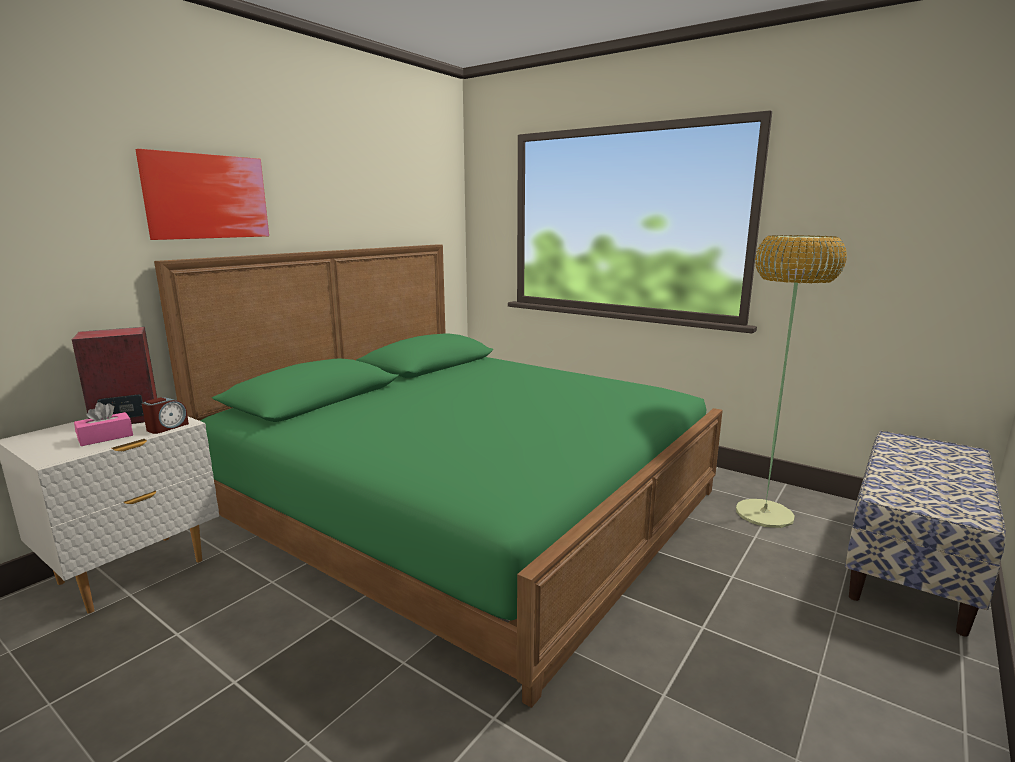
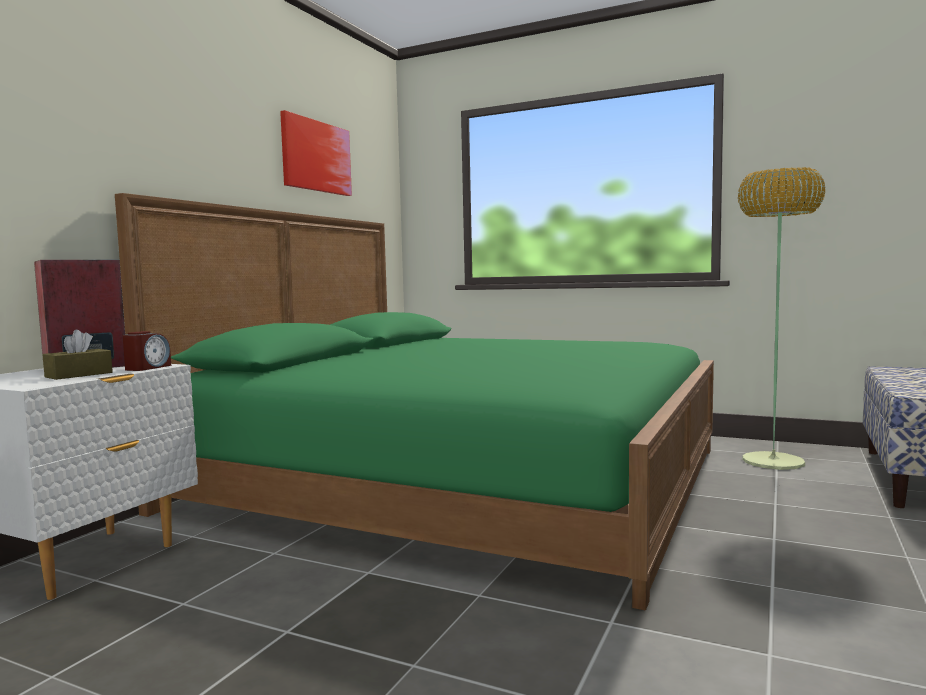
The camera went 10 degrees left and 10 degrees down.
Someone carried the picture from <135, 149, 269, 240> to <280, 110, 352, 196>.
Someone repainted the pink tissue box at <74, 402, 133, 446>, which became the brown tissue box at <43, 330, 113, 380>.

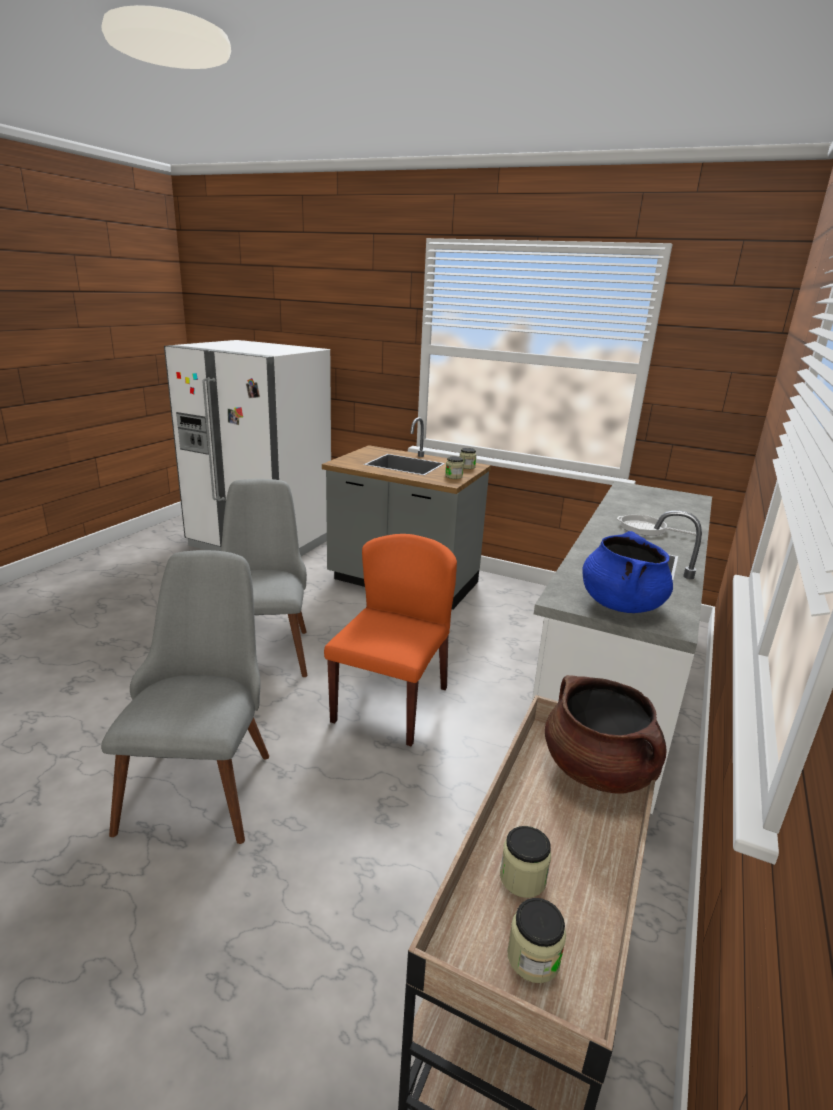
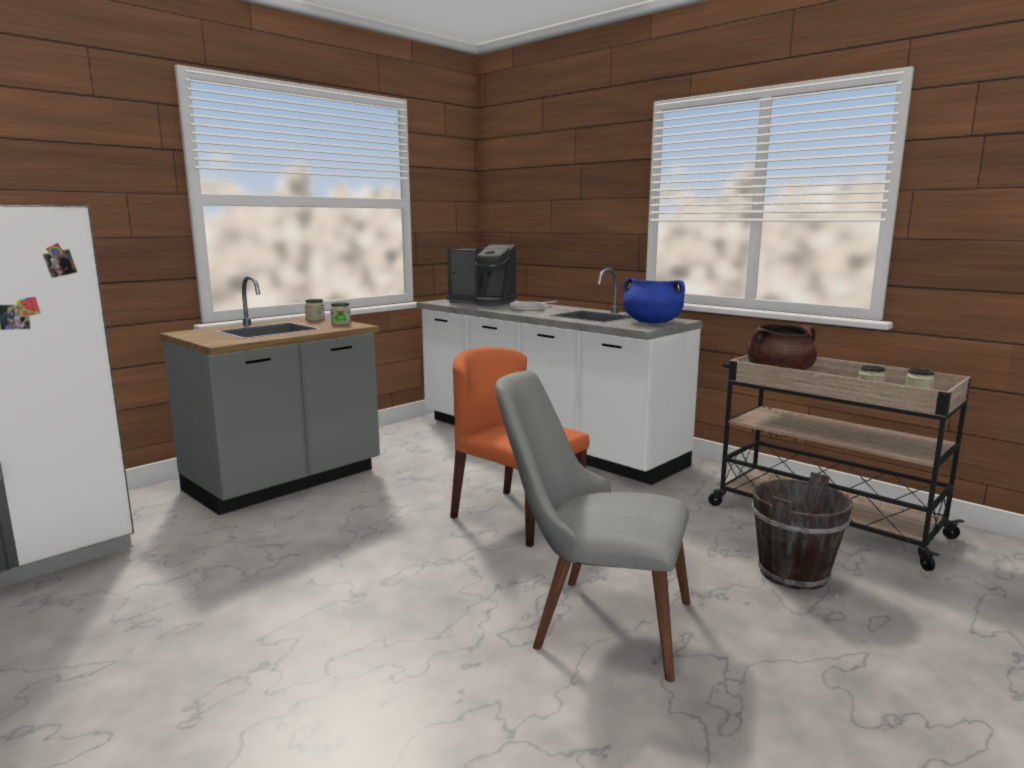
The camera went 70 degrees left and 10 degrees down.
Someone took away the grey chair at <221, 479, 308, 677>.
Someone put down the coffee machine at <446, 244, 517, 306>.
Someone put down the brown bucket at <752, 472, 853, 590>.

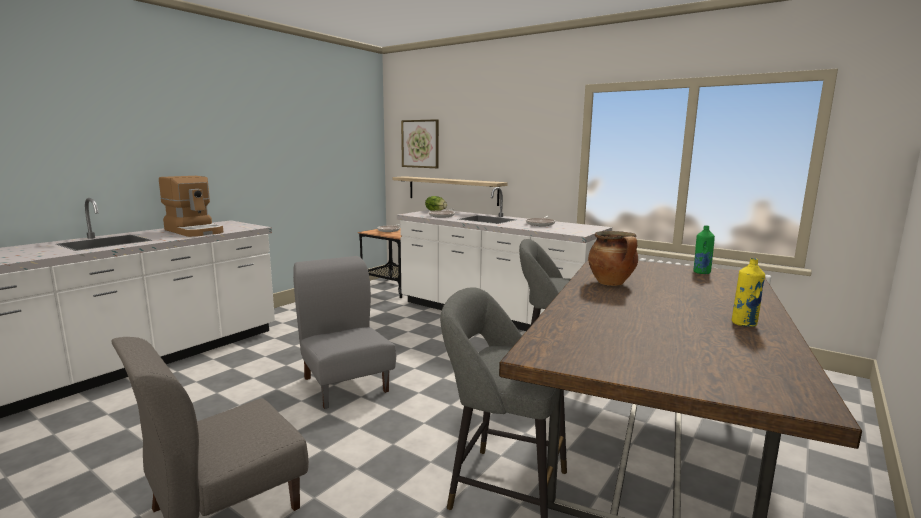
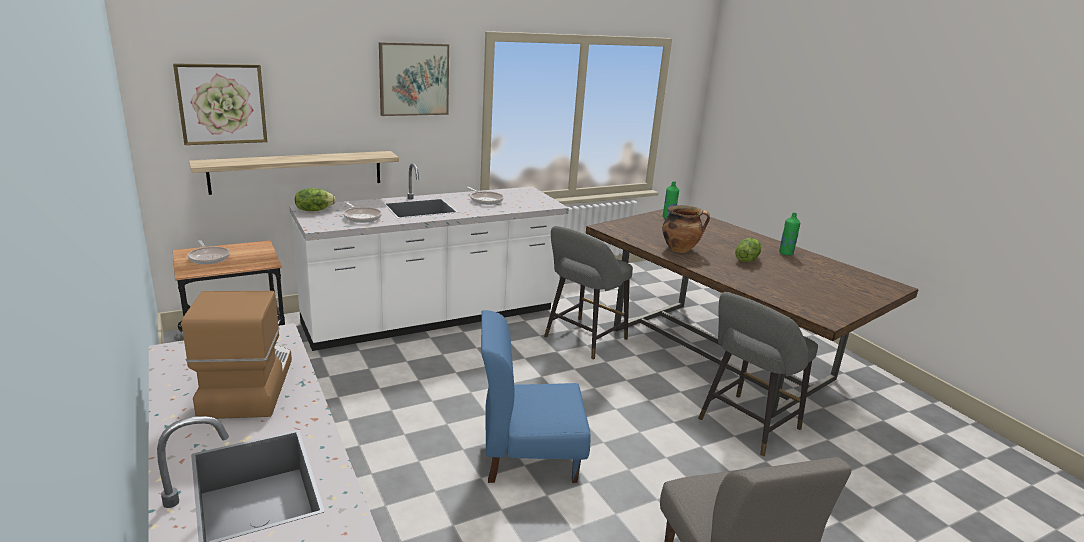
The camera went 65 degrees left and 10 degrees up.
Someone rotated the coffee machine at <159, 176, 223, 237> by 75 degrees counterclockwise.
Someone repainted the grey chair at <293, 256, 396, 409>, which became the blue chair at <481, 310, 591, 483>.
Someone repainted the yellow bottle at <732, 258, 765, 327>, which became the green bottle at <779, 212, 800, 255>.
Someone put up the picture at <379, 42, 449, 116>.
Someone put down the lettuce at <735, 238, 761, 262>.

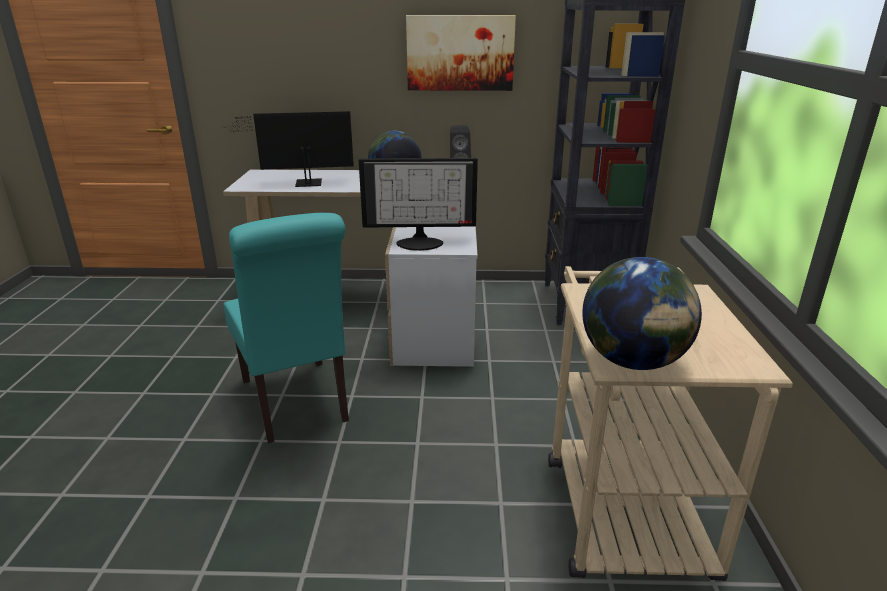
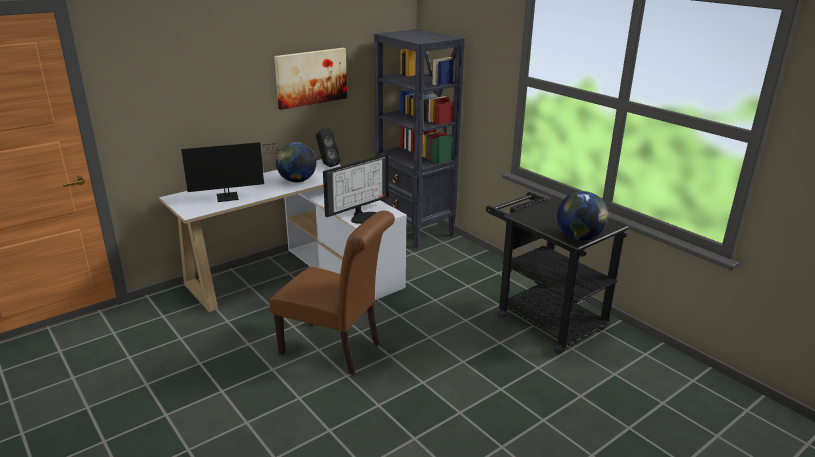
The camera went 40 degrees left and 0 degrees up.
Someone rotated the monitor at <226, 111, 354, 187> by 150 degrees counterclockwise.
Someone repainted the turquoise chair at <223, 213, 349, 443>, which became the brown chair at <269, 210, 395, 375>.
Someone repainted the beige cart at <548, 266, 793, 581>, which became the black cart at <486, 192, 629, 354>.

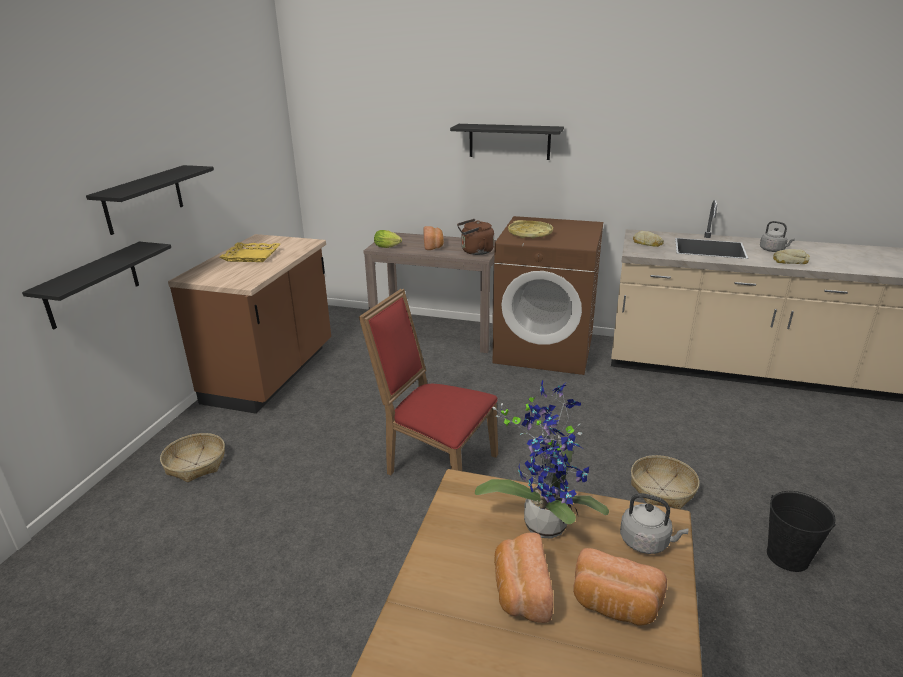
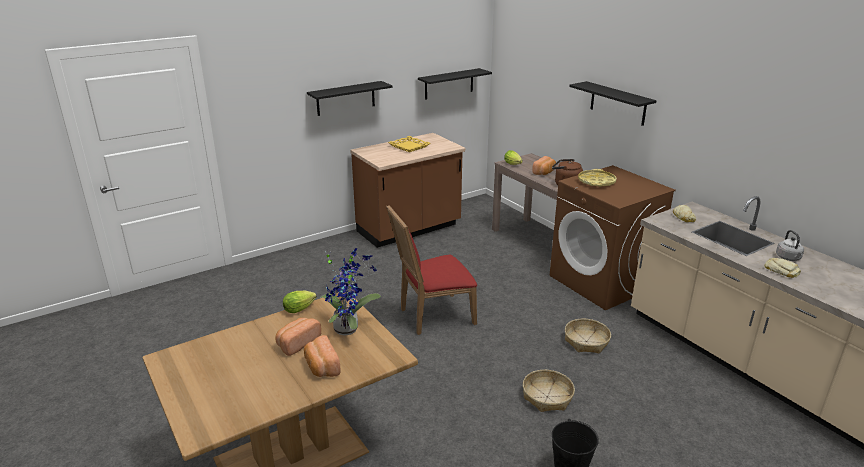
The camera went 40 degrees right and 0 degrees up.
Someone carried the black shelf from <22, 242, 171, 329> to <418, 68, 492, 100>.
Someone rotated the red chair at <359, 289, 498, 475> by 90 degrees counterclockwise.
Someone carried the basket from <160, 433, 225, 482> to <565, 319, 611, 353>.
Someone took away the grey kettle at <620, 493, 689, 554>.
Someone put down the lettuce at <283, 291, 317, 313>.

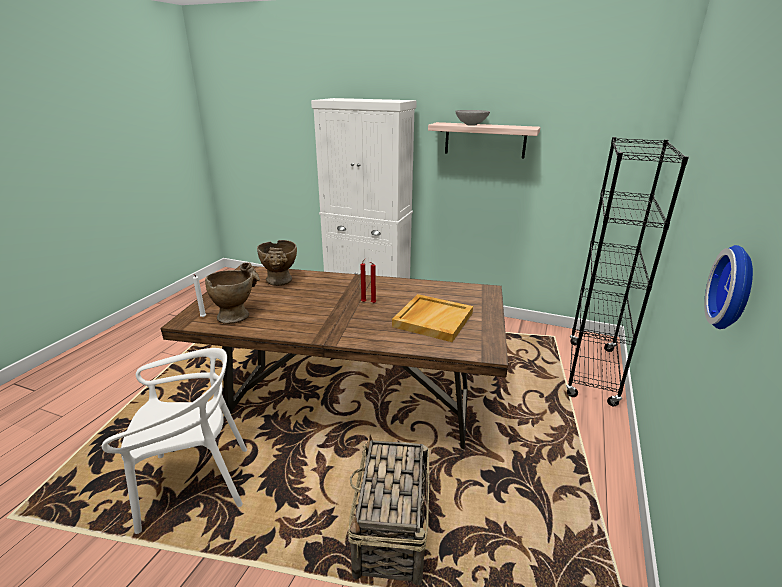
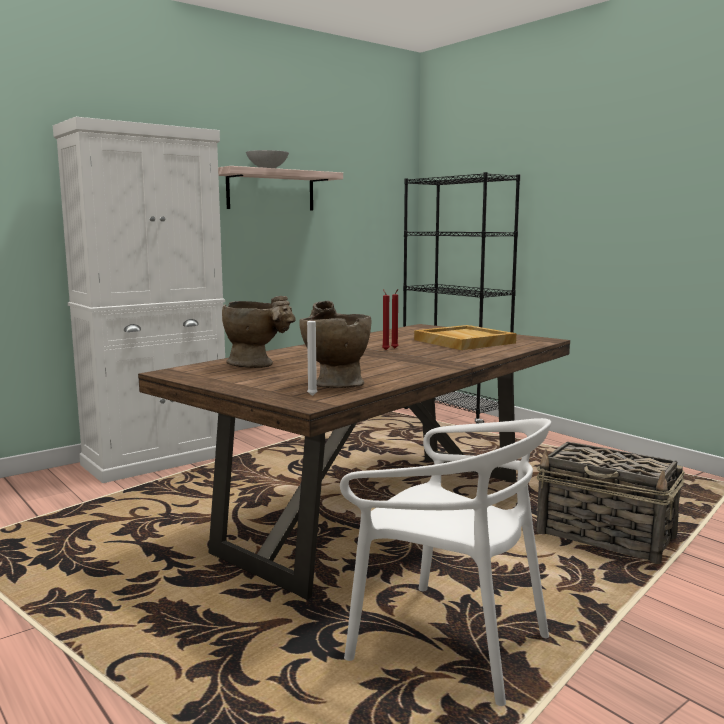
The camera went 60 degrees left and 15 degrees down.
Someone took away the wall clock at <704, 245, 753, 329>.
Someone rotated the white chair at <102, 348, 247, 534> by 105 degrees clockwise.

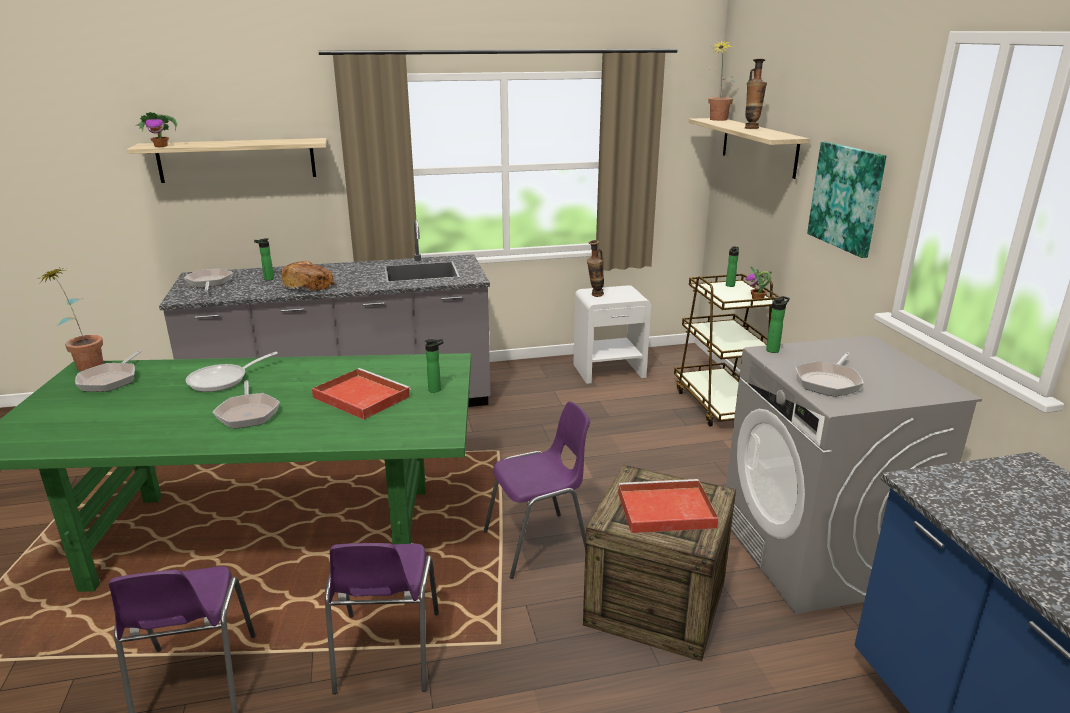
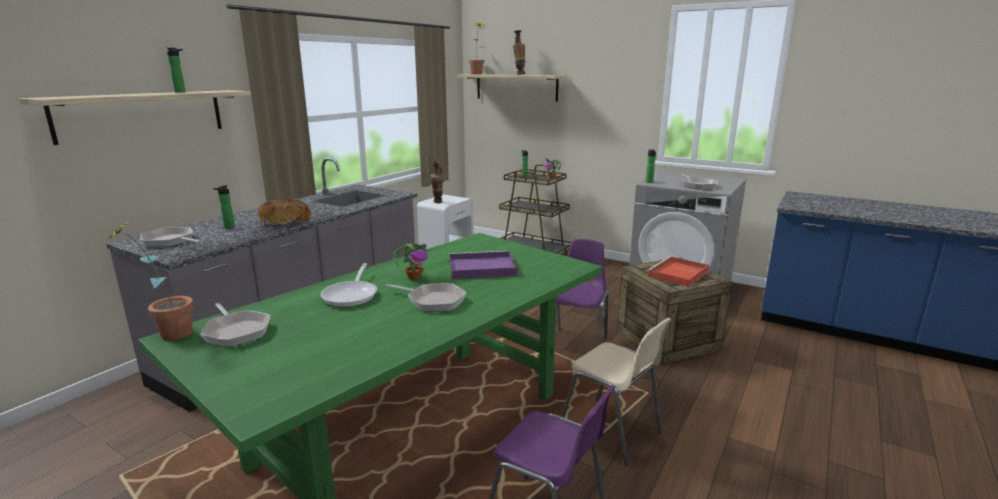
The camera went 45 degrees left and 5 degrees down.
Someone carried the potted plant from <136, 112, 177, 147> to <393, 243, 430, 280>.
Someone took away the picture at <807, 142, 886, 258>.
Someone carried the bottle from <425, 339, 443, 393> to <167, 48, 186, 92>.
Someone repainted the red tray at <312, 368, 411, 420>, which became the purple tray at <449, 251, 517, 279>.
Someone repainted the purple chair at <325, 543, 439, 694>, which became the beige chair at <561, 318, 671, 467>.

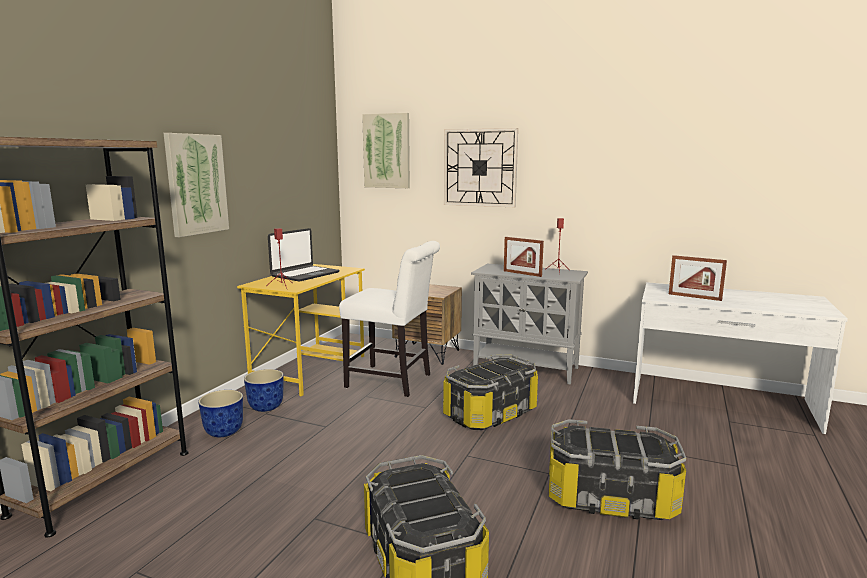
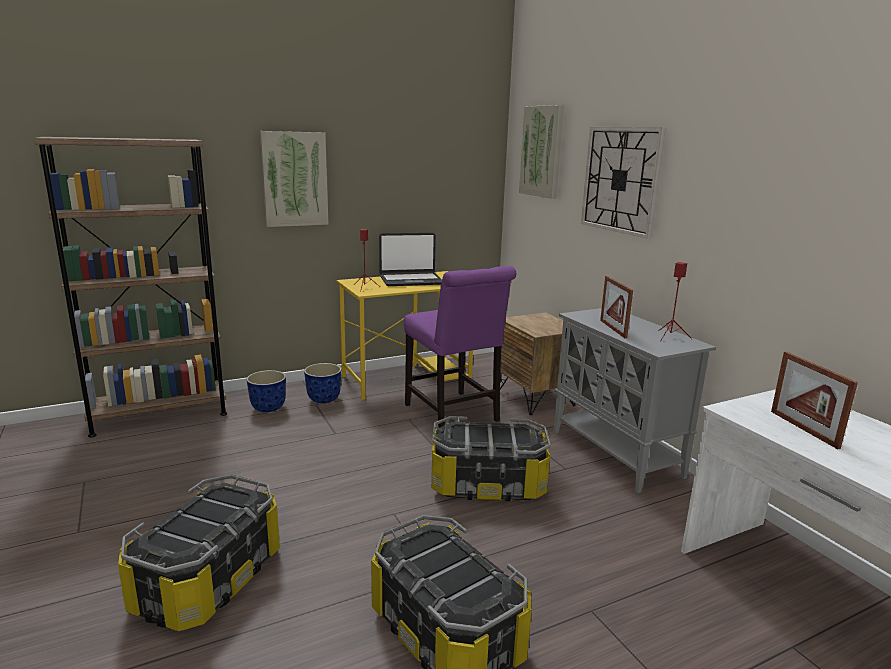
The camera went 40 degrees right and 5 degrees up.
Someone repainted the white chair at <339, 241, 440, 397>, which became the purple chair at <404, 266, 516, 428>.

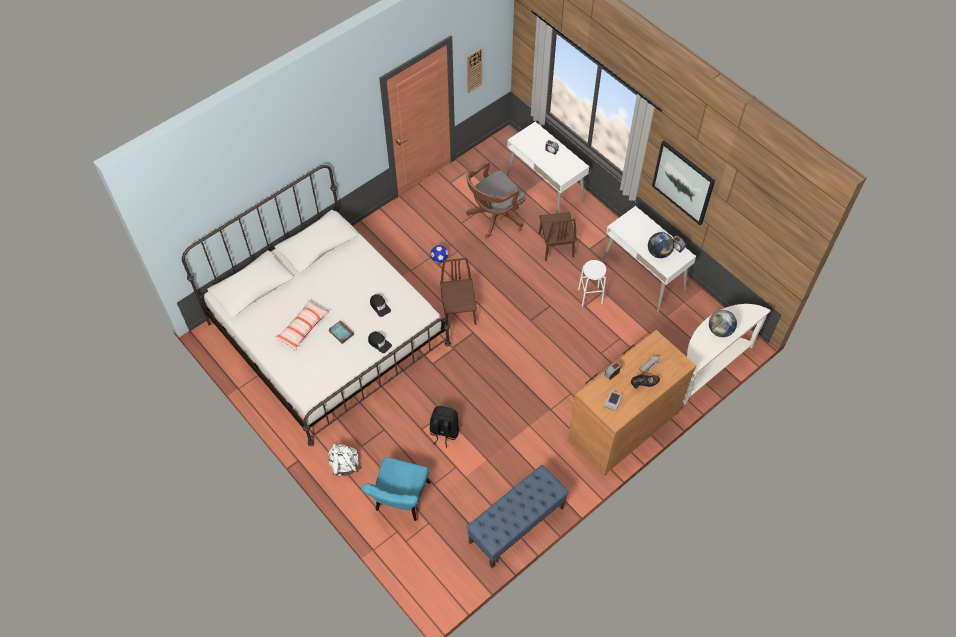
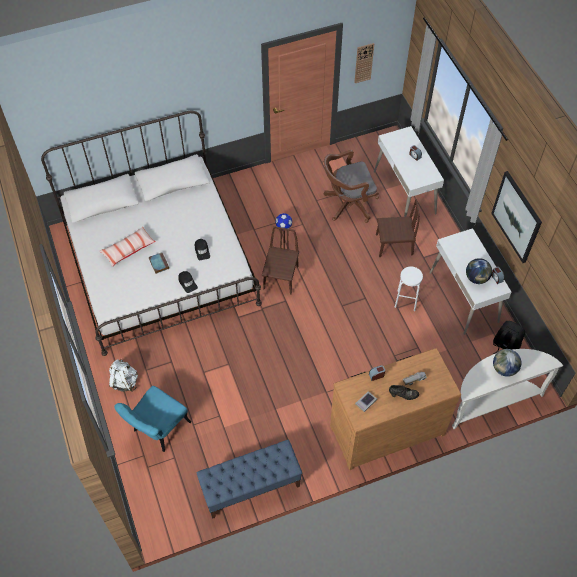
The camera went 20 degrees right and 0 degrees up.
Someone rotated the brown chair at <539, 212, 577, 261> by 105 degrees counterclockwise.
Someone carried the black backpack from <430, 406, 459, 448> to <493, 321, 525, 354>.

